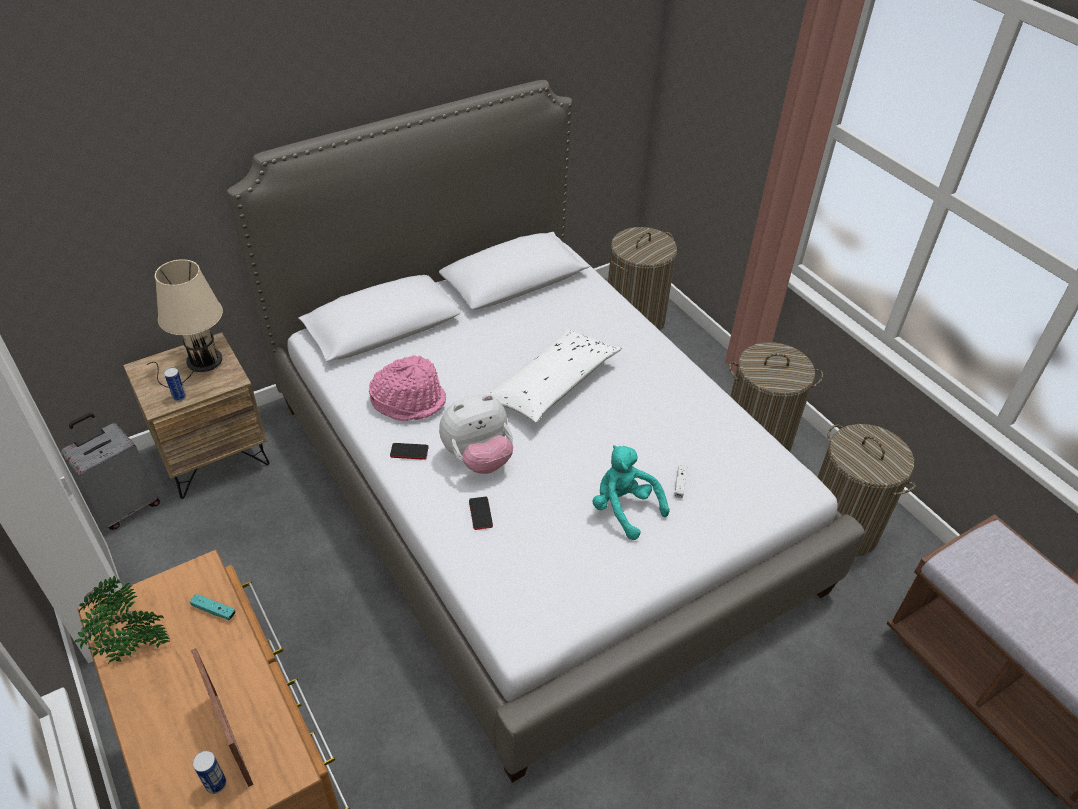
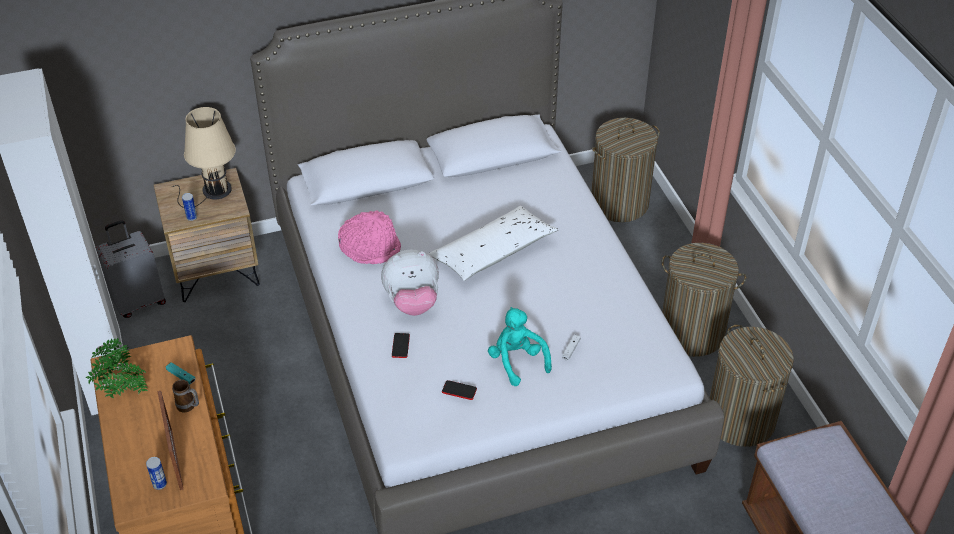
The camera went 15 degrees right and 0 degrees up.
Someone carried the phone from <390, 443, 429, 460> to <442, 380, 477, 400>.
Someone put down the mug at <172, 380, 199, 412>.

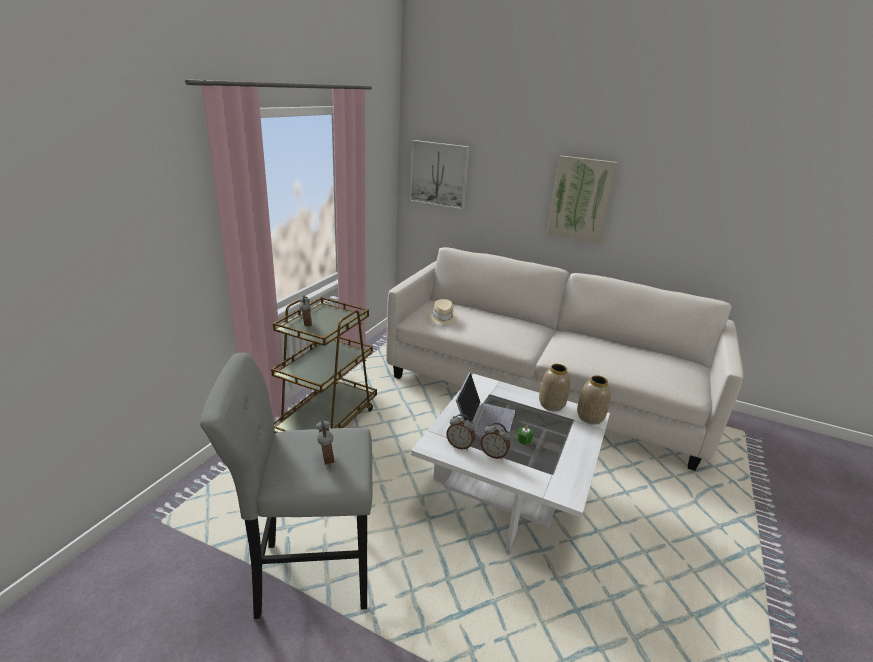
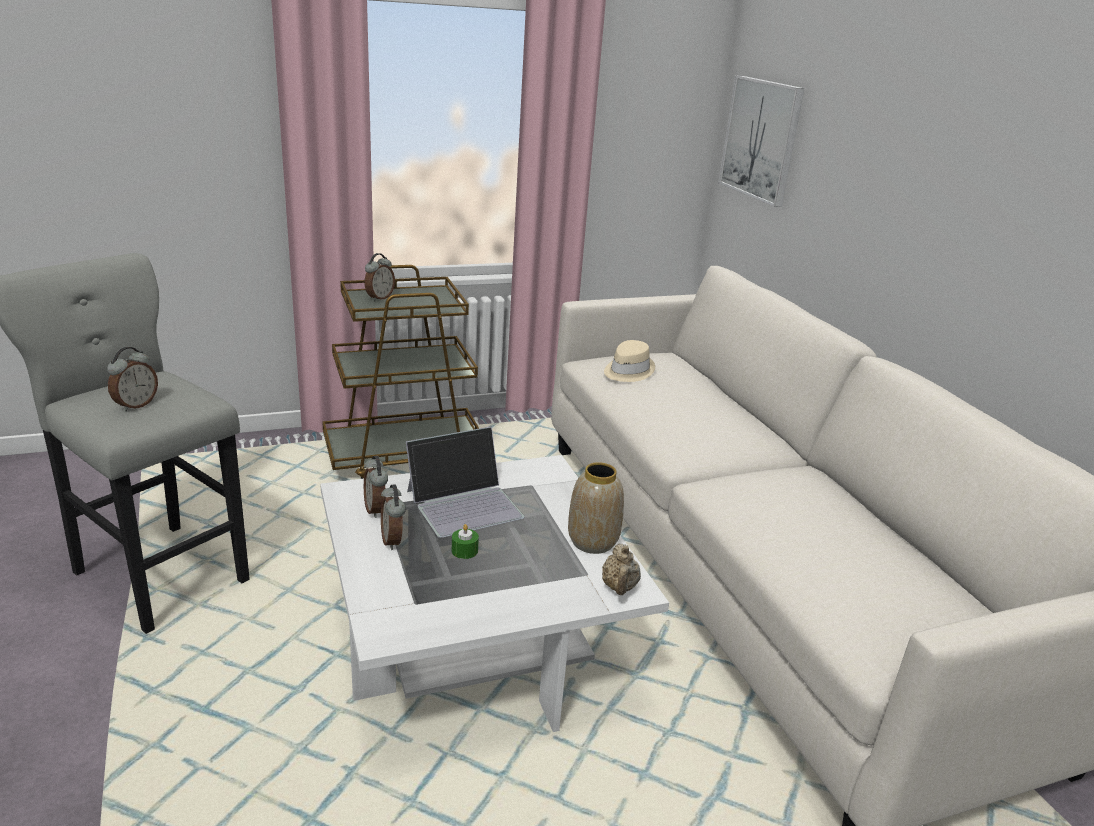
The camera went 45 degrees right and 0 degrees up.
Someone took away the picture at <547, 156, 617, 244>.
Someone swapped the vase at <577, 375, 611, 425> for the beige teapot at <602, 544, 641, 595>.

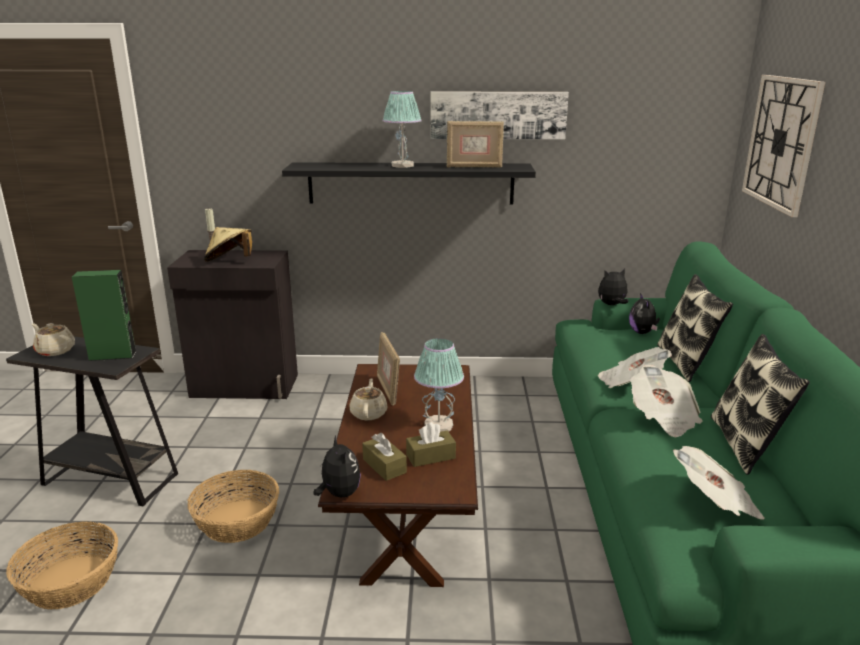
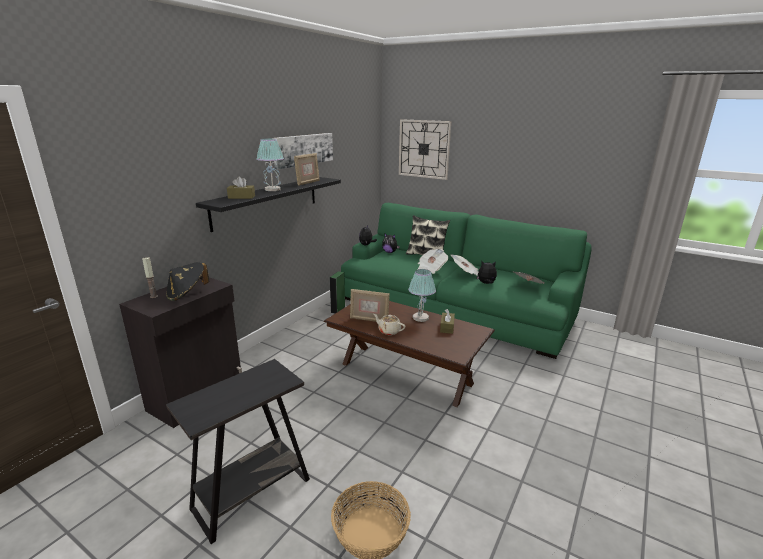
The camera went 60 degrees left and 0 degrees up.
Someone repainted the beige hat at <204, 227, 252, 262>, which became the black hat at <166, 262, 209, 301>.
Someone carried the green speaker from <72, 270, 137, 361> to <330, 271, 345, 314>.
Someone took away the beige teapot at <32, 323, 75, 356>.
Someone took away the pillow at <711, 334, 810, 475>.
Someone carried the brown tissue box from <362, 433, 407, 481> to <227, 177, 255, 199>.
Someone carried the plush toy from <313, 436, 361, 497> to <477, 261, 497, 284>.
Someone took away the basket at <188, 470, 279, 543>.

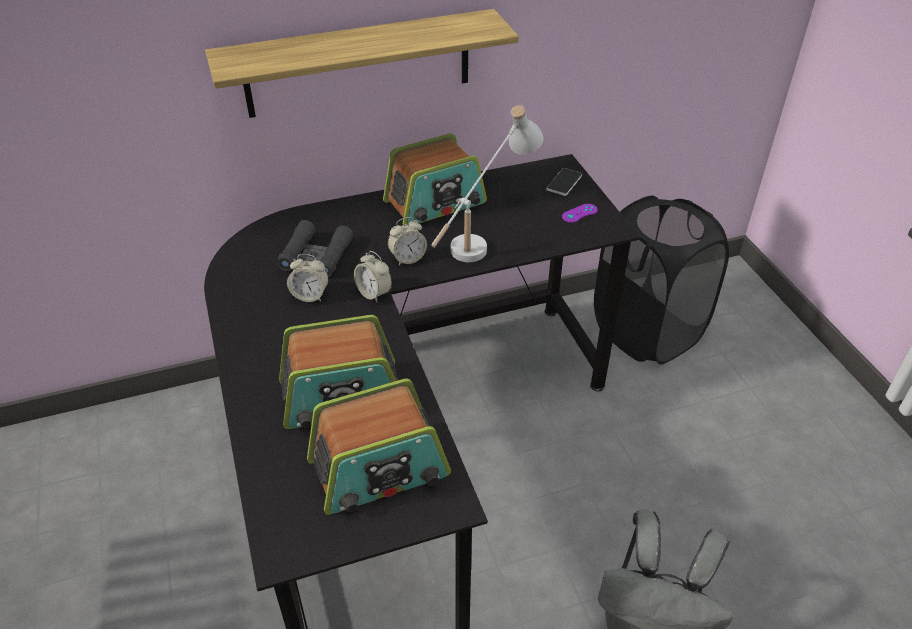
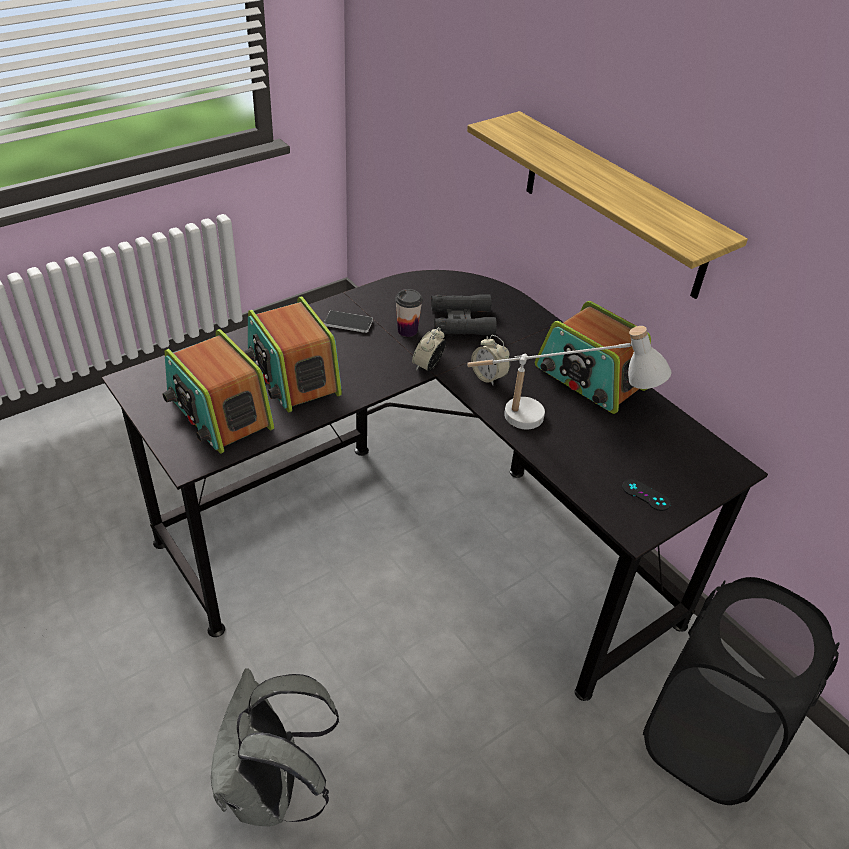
The camera went 70 degrees right and 0 degrees up.
Someone carried the phone from <546, 168, 582, 196> to <324, 310, 373, 333>.
Someone repainted the purple game controller at <562, 204, 598, 223>, which became the black game controller at <622, 479, 671, 511>.
Someone swapped the alarm clock at <287, 254, 328, 302> for the cup at <395, 289, 423, 337>.

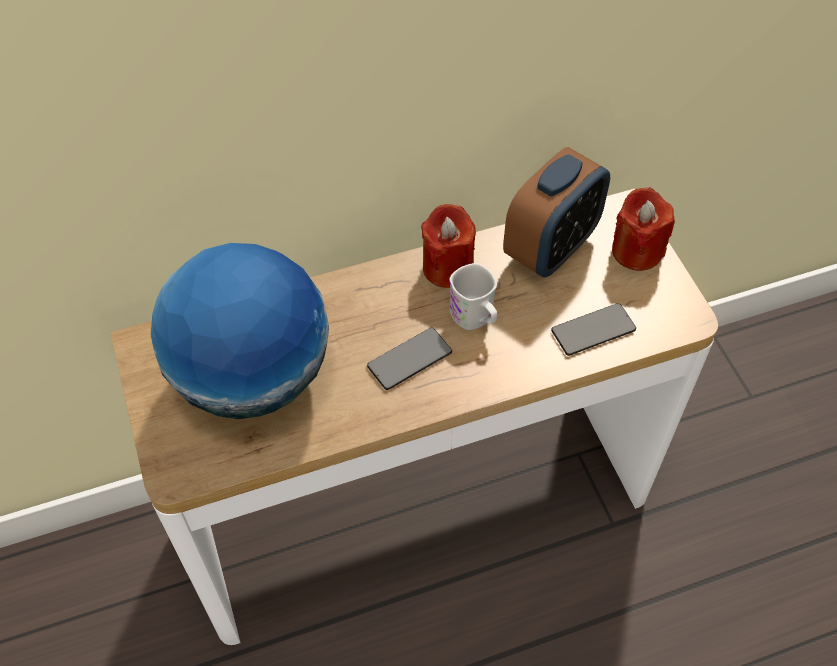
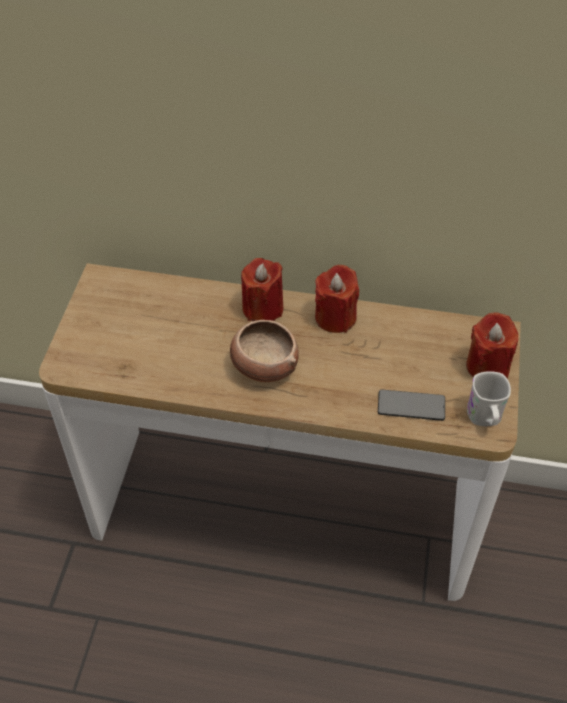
The camera went 30 degrees right and 5 degrees down.
Someone took away the alarm clock at <503, 147, 610, 278>.
Someone took away the globe at <151, 243, 329, 419>.
Someone carried the white mug from <449, 263, 498, 330> to <467, 371, 511, 426>.
Someone swapped the phone at <367, 327, 452, 390> for the bowl at <230, 320, 299, 382>.
Someone put down the red candle at <241, 258, 283, 321>.

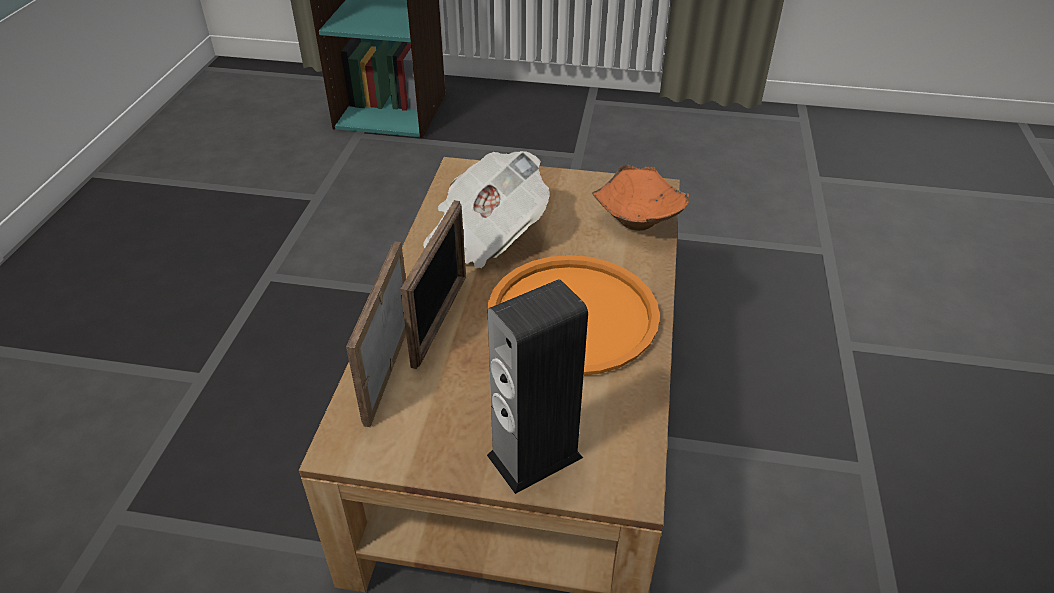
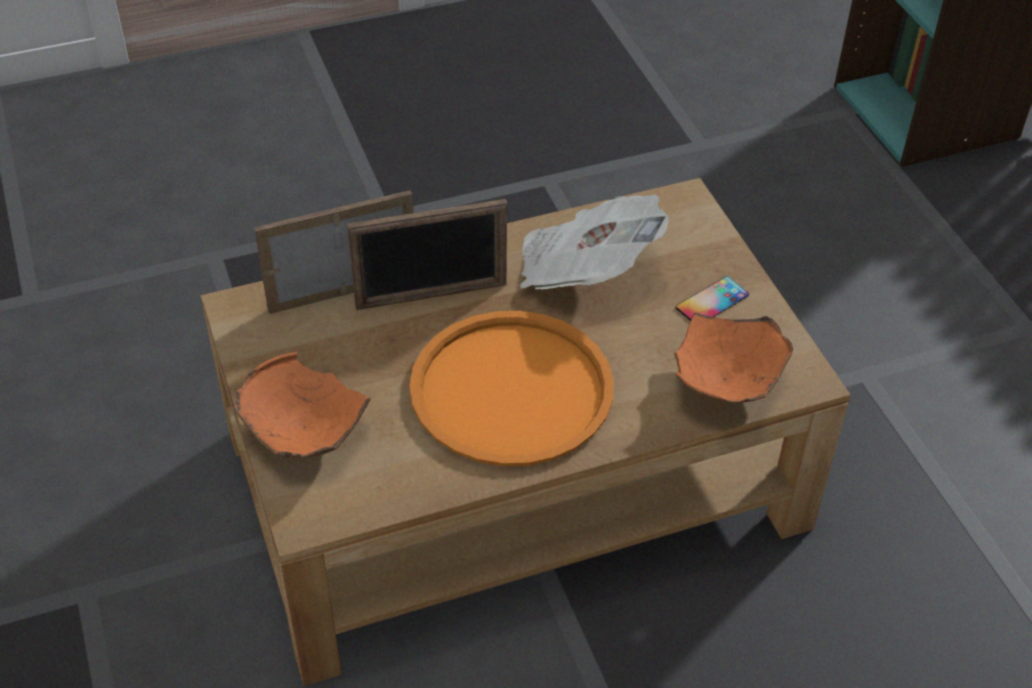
The camera went 60 degrees right and 5 degrees up.
Someone swapped the speaker at <487, 279, 588, 494> for the orange bowl at <234, 352, 371, 458>.
Someone put down the phone at <675, 276, 749, 321>.

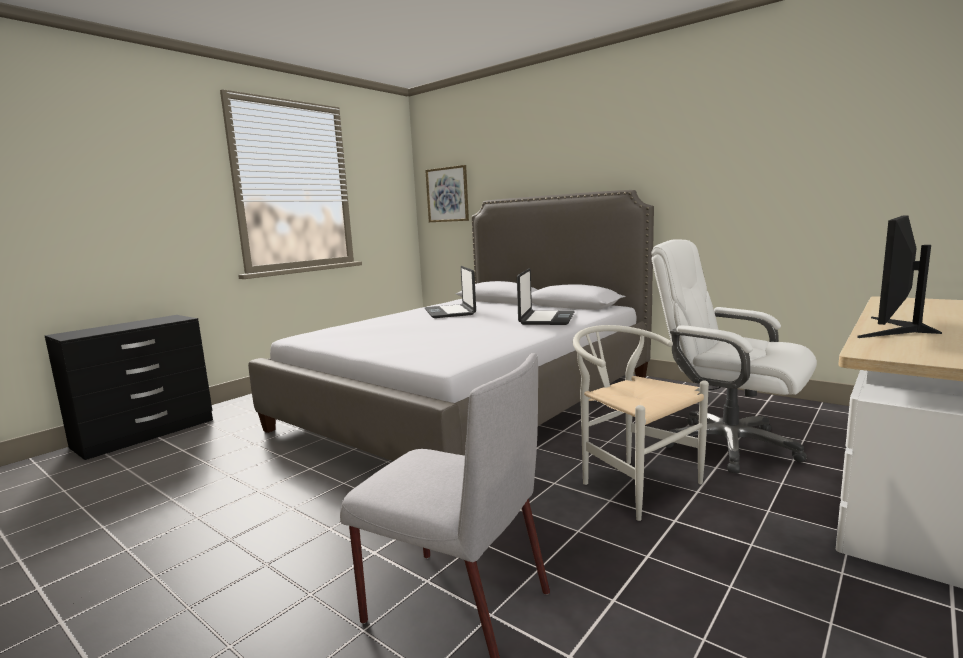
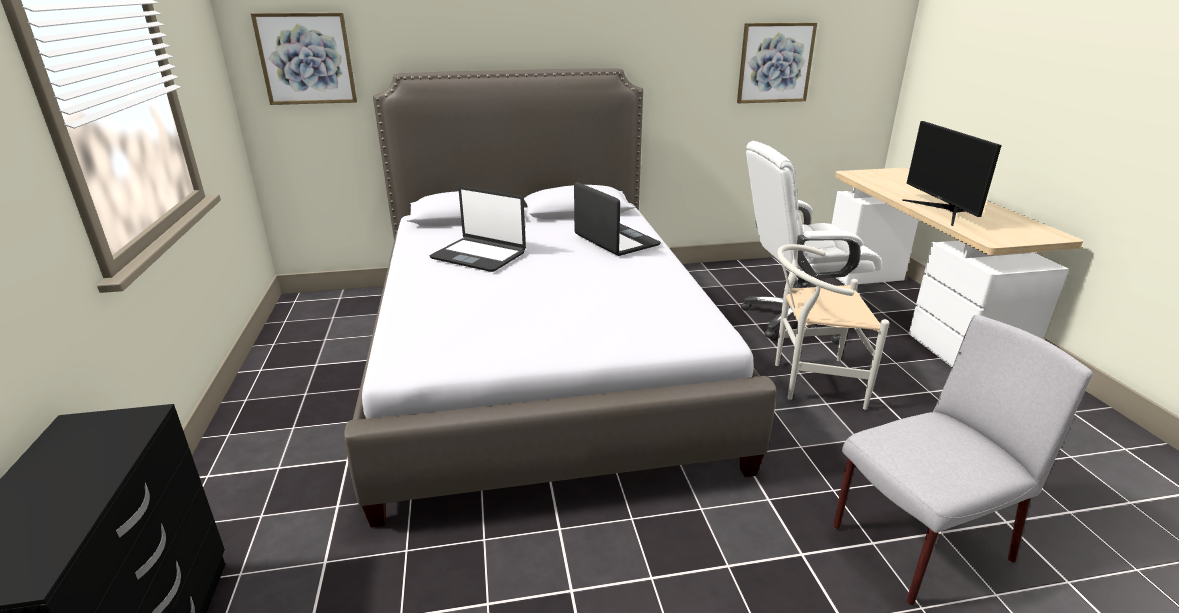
The camera went 50 degrees left and 15 degrees up.
Someone put up the picture at <737, 22, 817, 103>.

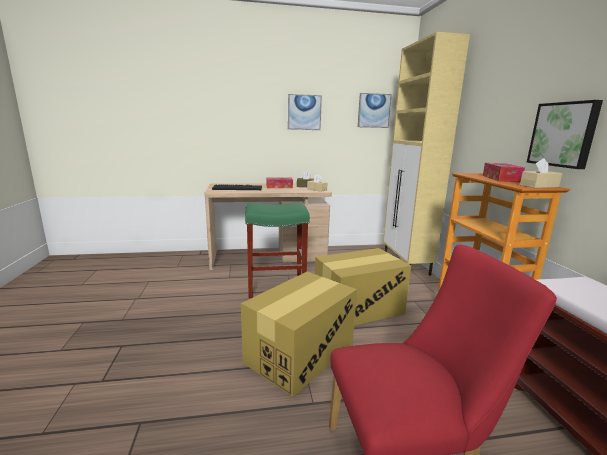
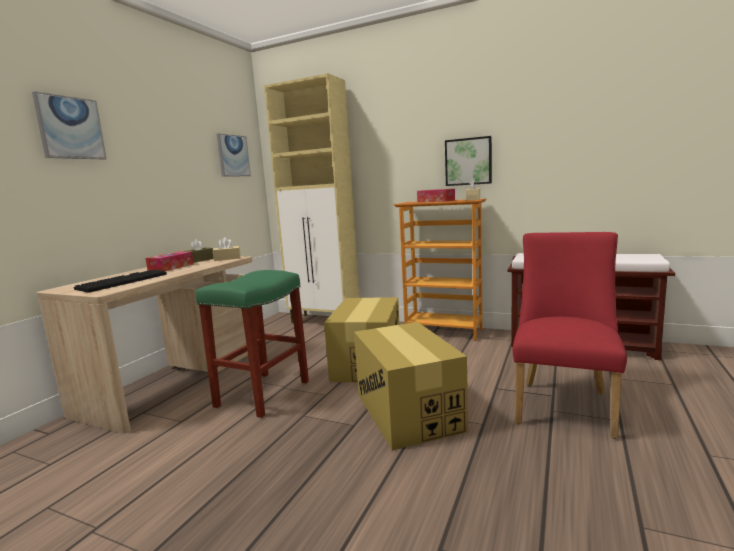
The camera went 55 degrees left and 5 degrees down.
Someone carried the picture from <288, 94, 322, 130> to <32, 91, 107, 160>.

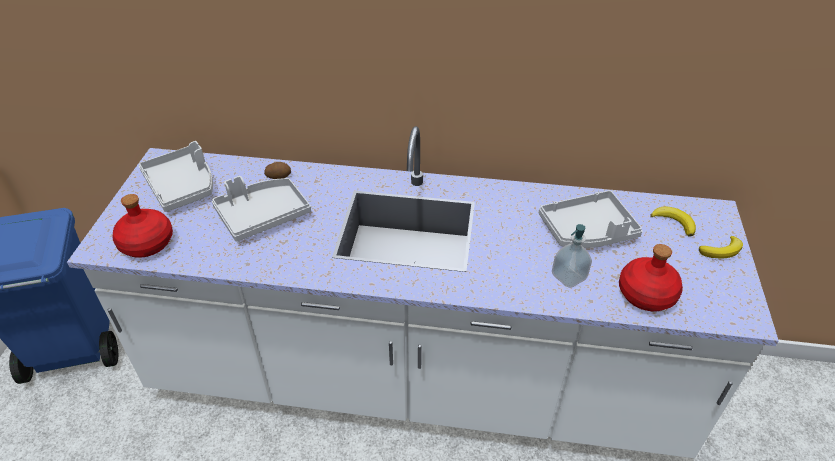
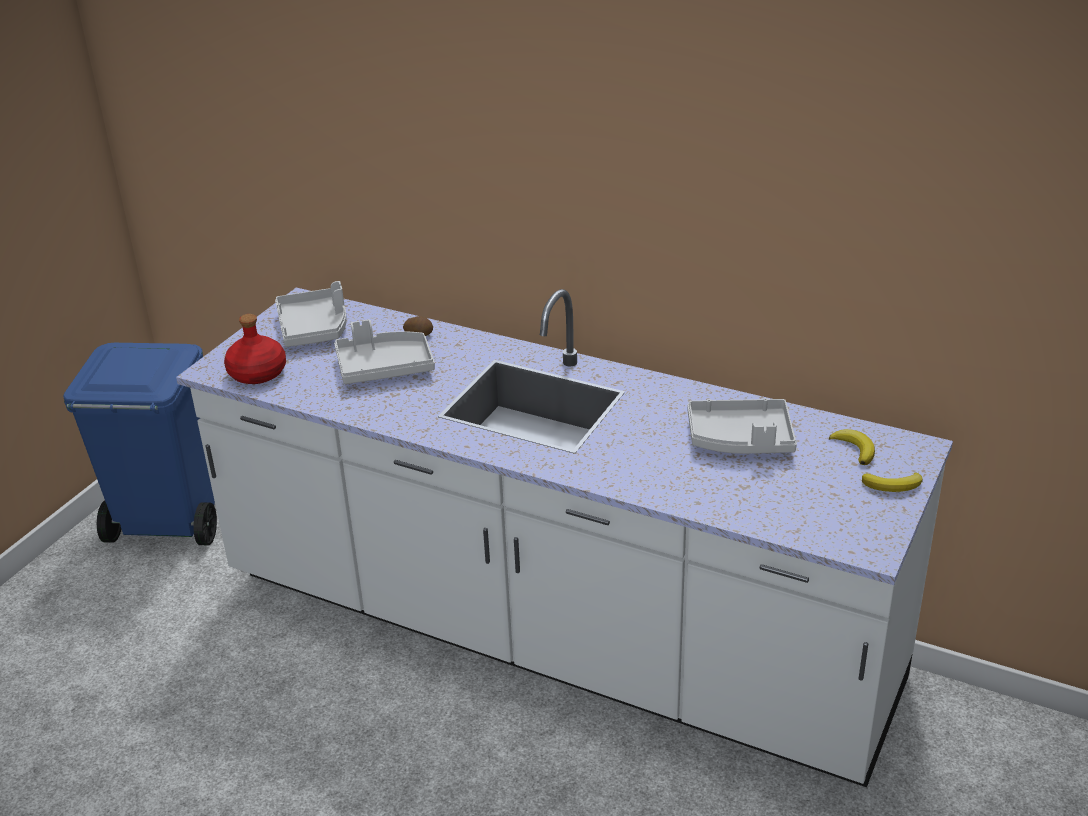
The camera went 20 degrees right and 10 degrees down.
Someone took away the soap dispenser at <552, 224, 592, 288>.
Someone took away the red bottle at <619, 244, 683, 311>.

